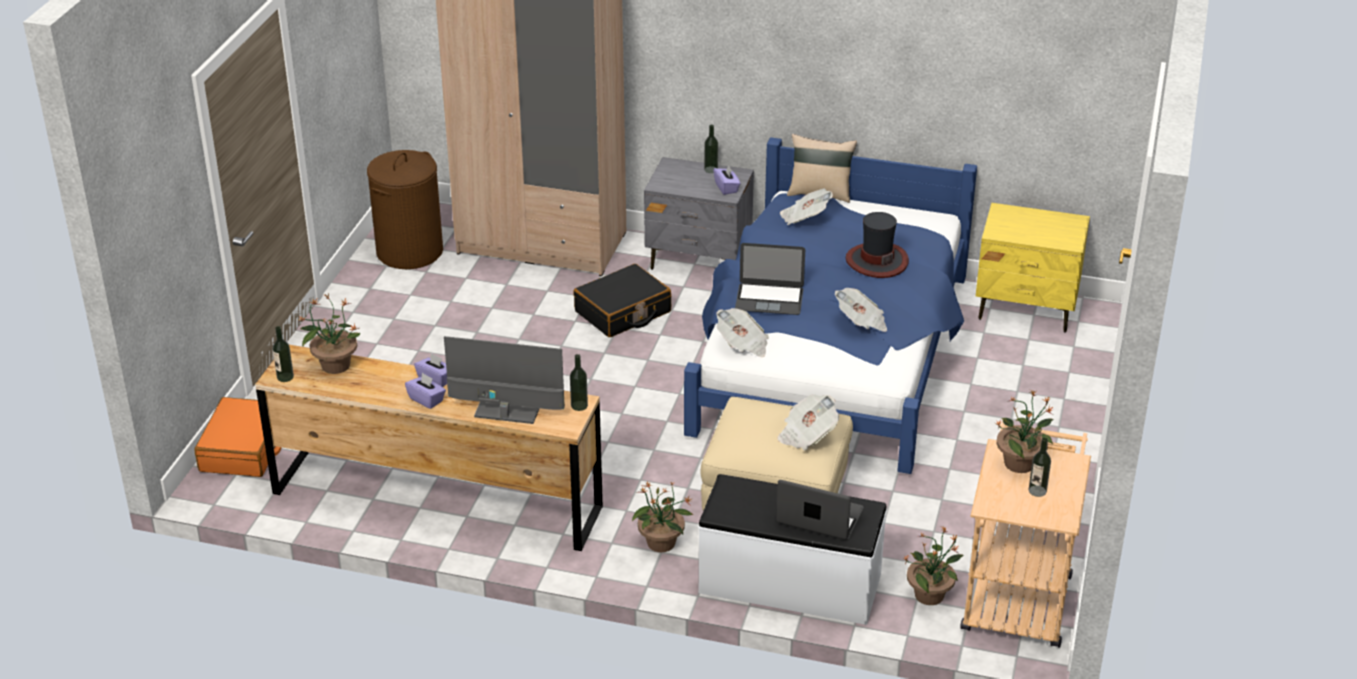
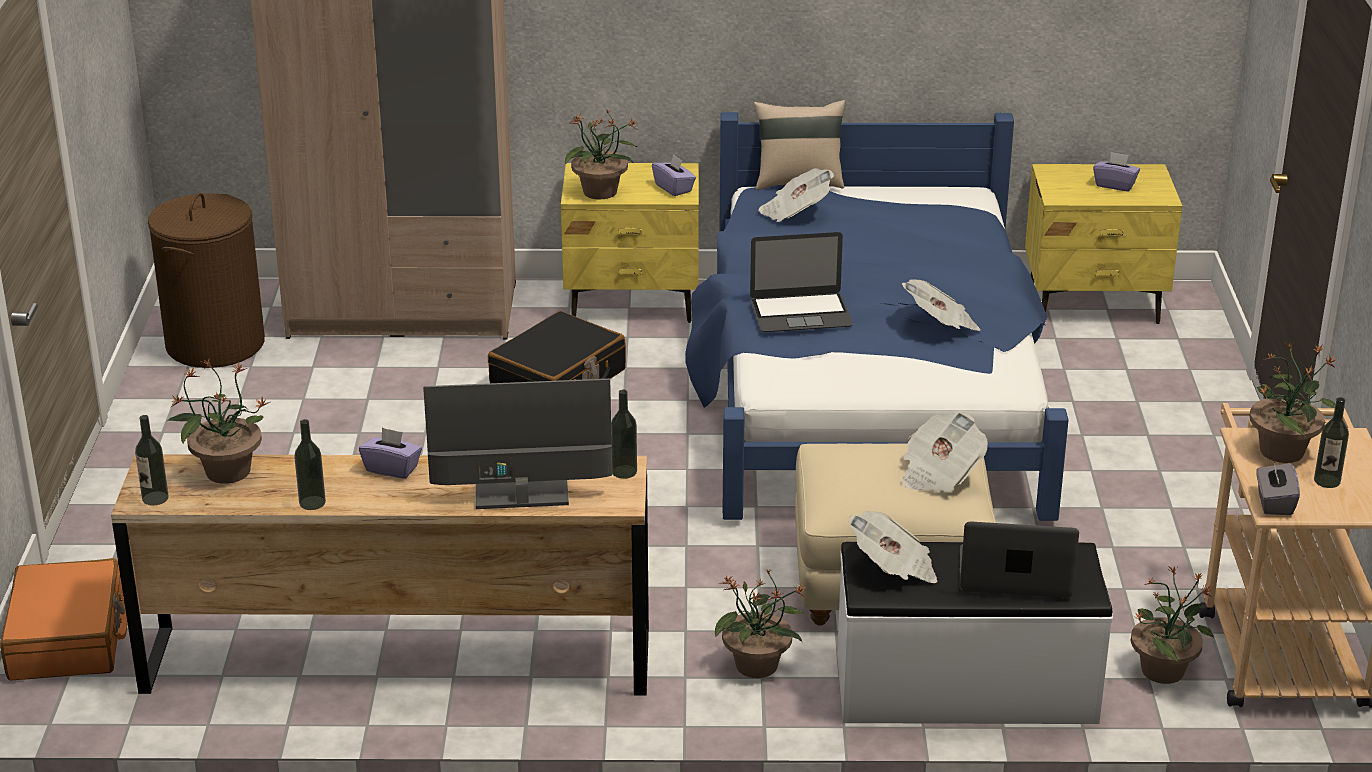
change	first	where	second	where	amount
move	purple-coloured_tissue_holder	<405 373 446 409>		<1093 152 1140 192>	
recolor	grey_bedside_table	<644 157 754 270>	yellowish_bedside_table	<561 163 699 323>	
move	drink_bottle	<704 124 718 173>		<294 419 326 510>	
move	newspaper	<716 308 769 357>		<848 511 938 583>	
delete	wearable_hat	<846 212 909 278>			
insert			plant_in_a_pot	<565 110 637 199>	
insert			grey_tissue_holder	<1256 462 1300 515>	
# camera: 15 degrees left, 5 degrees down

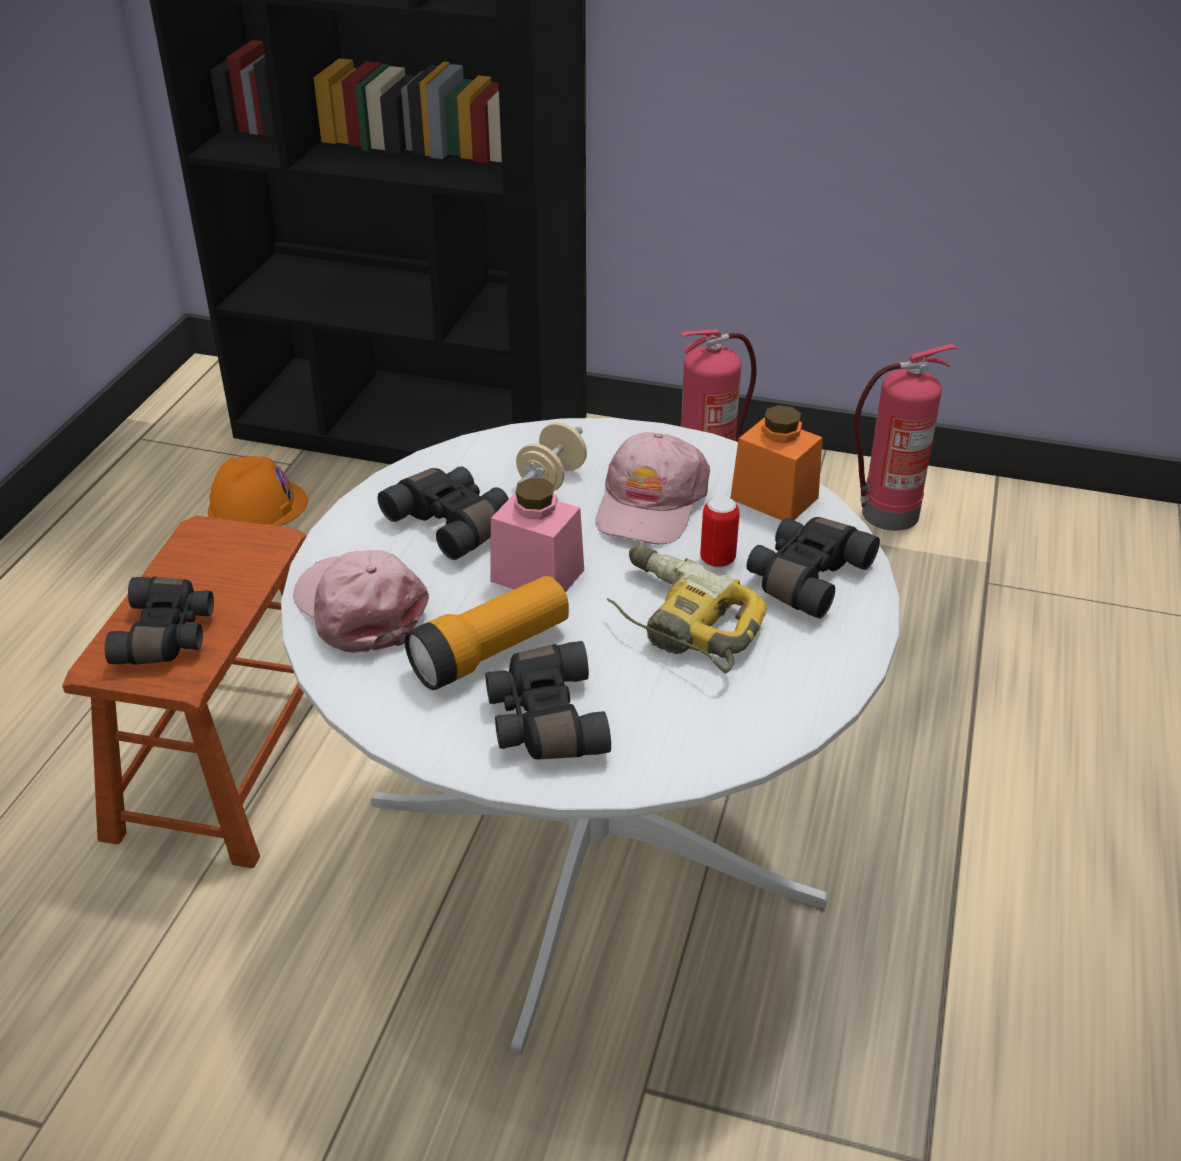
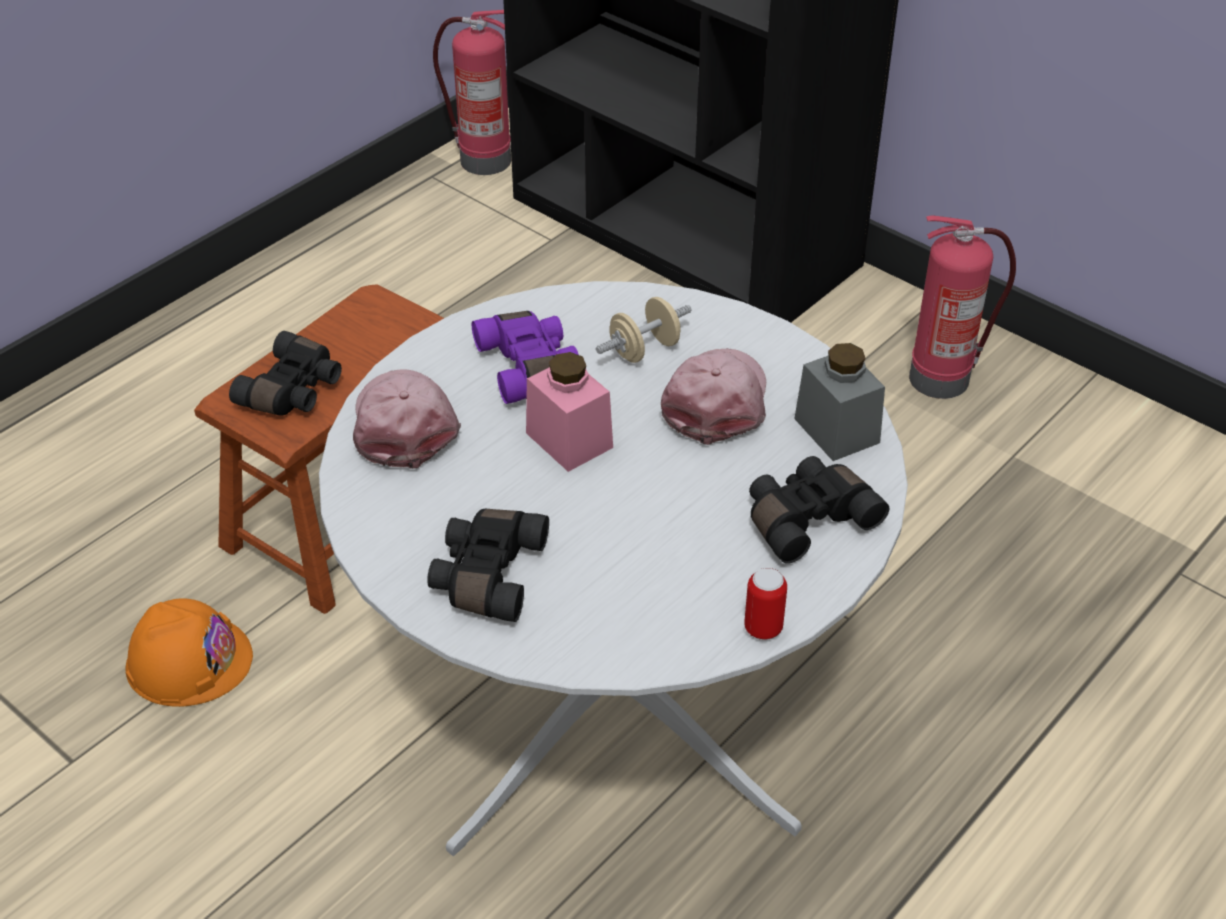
change	first	where	second	where	amount
move	orangey_hard_hat	<208 456 308 526>		<125 598 253 707>	
recolor	blackish_binoculars	<378 466 509 560>	purple-coloured_binoculars	<472 311 579 404>	
delete	flashlight	<404 576 569 690>			
rotate	pink_baseball_cap	<596 432 710 544>		<661 348 766 445>	150 degrees clockwise
delete	electric_drill	<607 545 767 673>			
move	sealed_can	<700 496 740 567>		<744 568 787 640>	
recolor	orangey_preserve_jar	<730 405 823 520>	grey_preserve_jar	<794 343 885 461>	
move	fire-fighting_cylinder	<854 344 957 531>		<433 10 511 175>	
# camera: 25 degrees right, 5 degrees up

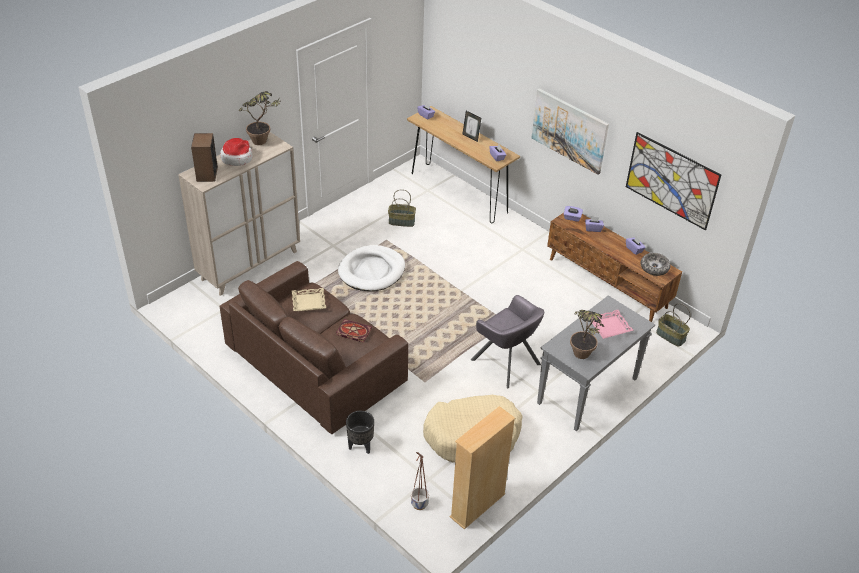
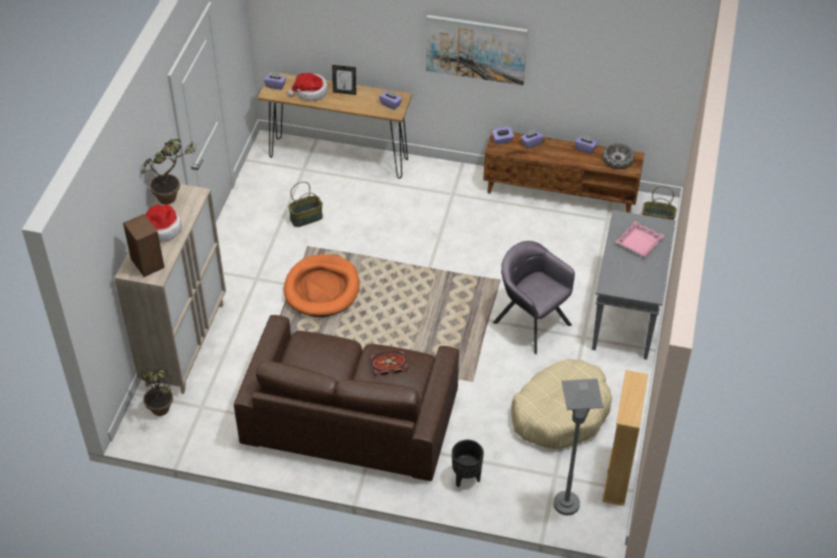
change	first	where	second	where	amount
delete	beige-coloured_serving_tray	<292 288 326 311>			
recolor	whitish_dog_cushion	<338 245 405 291>	orangey_dog_cushion	<284 254 360 317>	
replace	plant_pot	<411 452 429 510>	grey_standard_lamp	<553 379 603 515>	
rotate	grey_armchair	<471 295 544 388>		<493 241 575 354>	150 degrees counterclockwise
move	plant_in_a_pot	<570 310 604 359>		<137 369 173 416>	
delete	wall_art	<626 132 722 231>			
insert			wearable_hat	<288 73 328 101>	
# camera: 30 degrees left, 5 degrees up

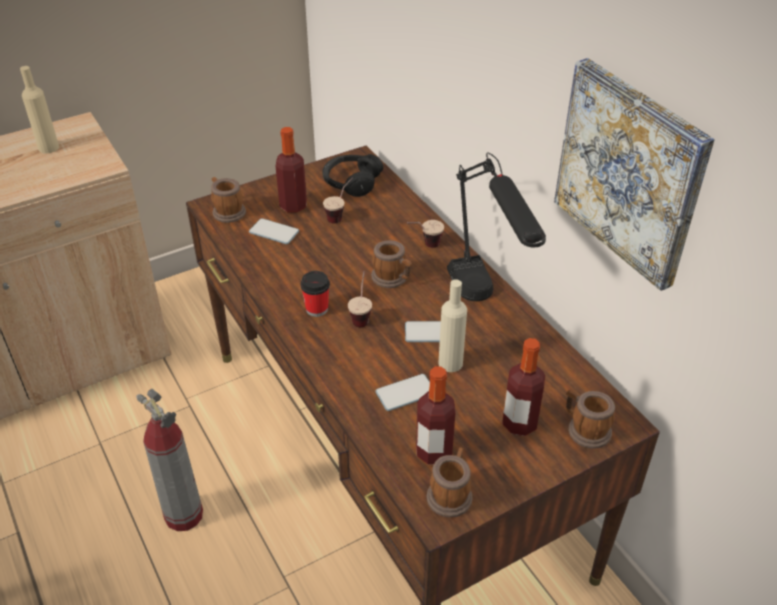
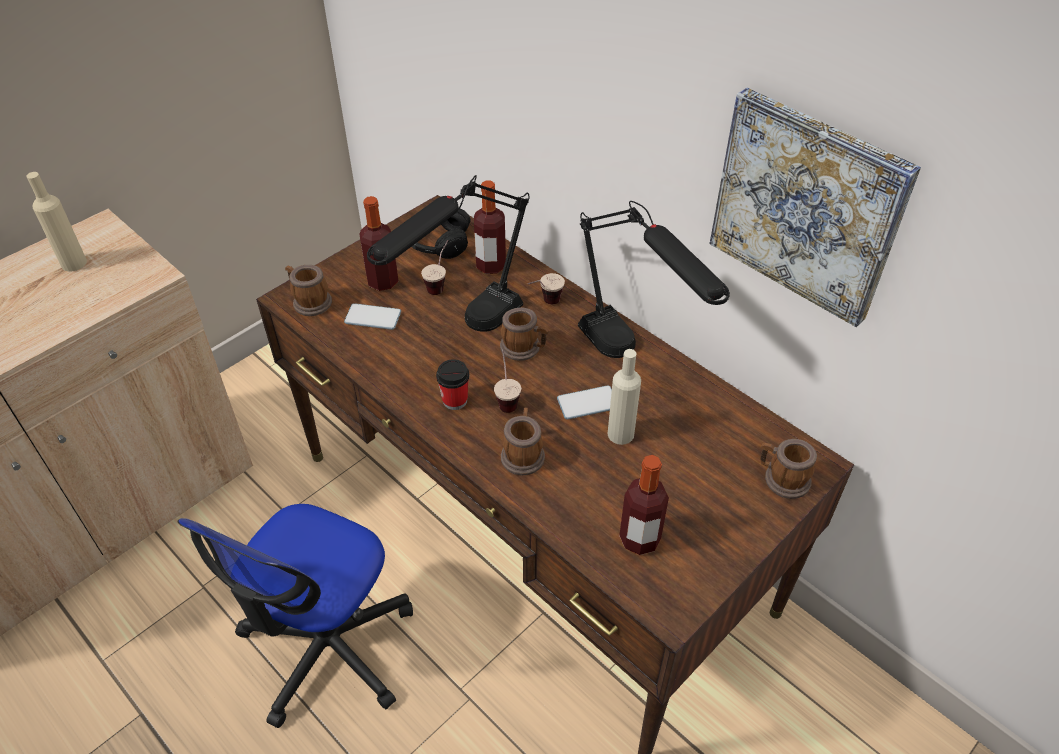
change	first	where	second	where	amount
replace	fire-fighting_cylinder	<136 388 203 531>	computer_chair	<178 504 413 728>	
delete	phone	<375 374 430 411>			
move	mug	<426 447 473 518>		<501 407 545 475>	
move	drink_bottle	<502 338 545 436>		<474 180 506 274>	
insert			blackish_tabletop_lamp	<367 175 529 332>	
# camera: 15 degrees left, 5 degrees up

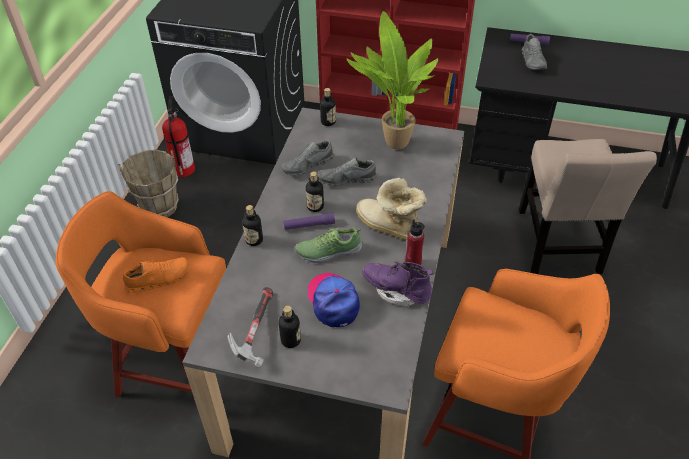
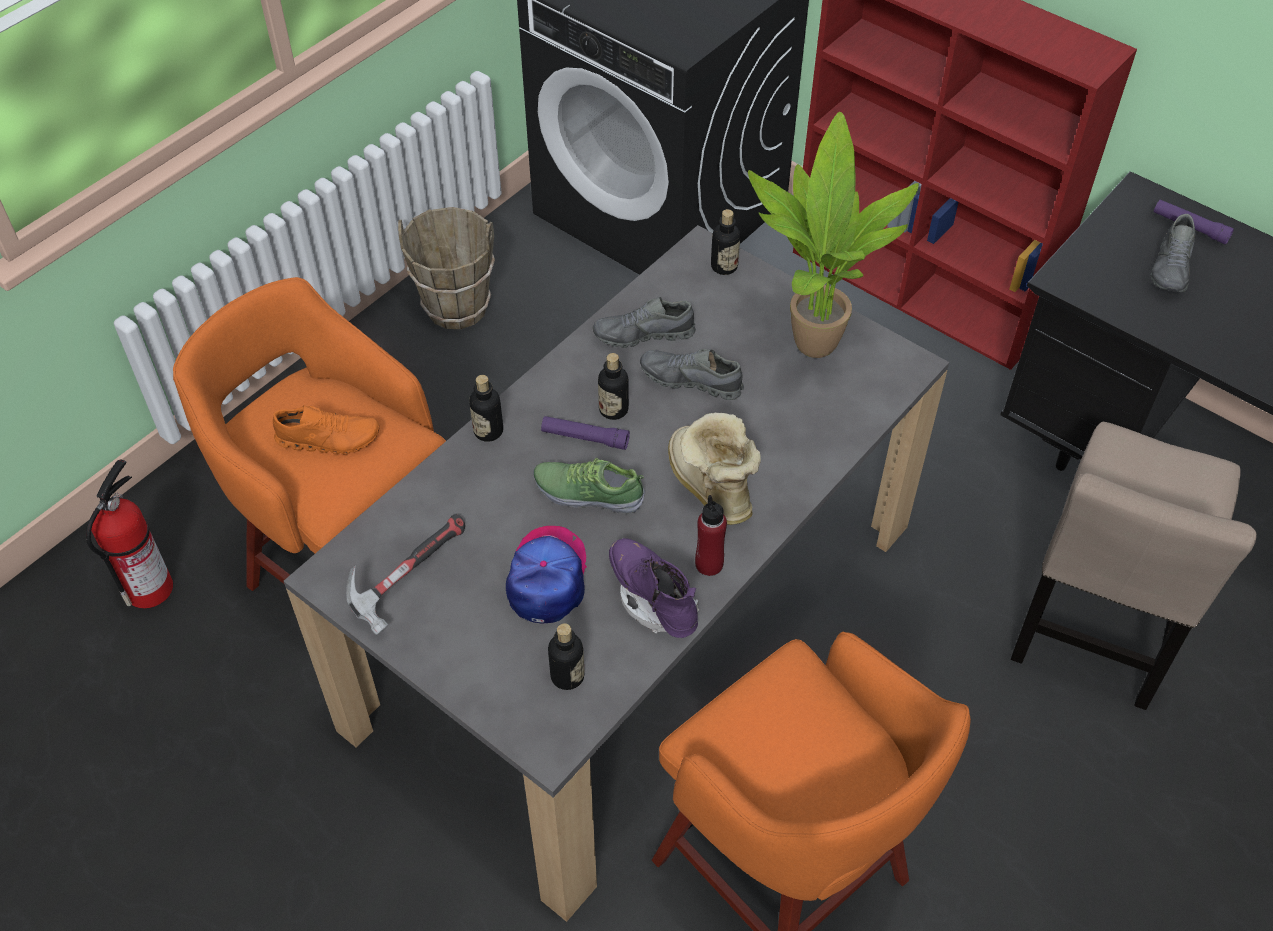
change	first	where	second	where	amount
move	fire-fighting_cylinder	<162 96 195 177>		<86 460 173 608>	
move	drink_bottle	<279 306 301 348>		<548 623 585 690>	
# camera: 25 degrees right, 5 degrees up

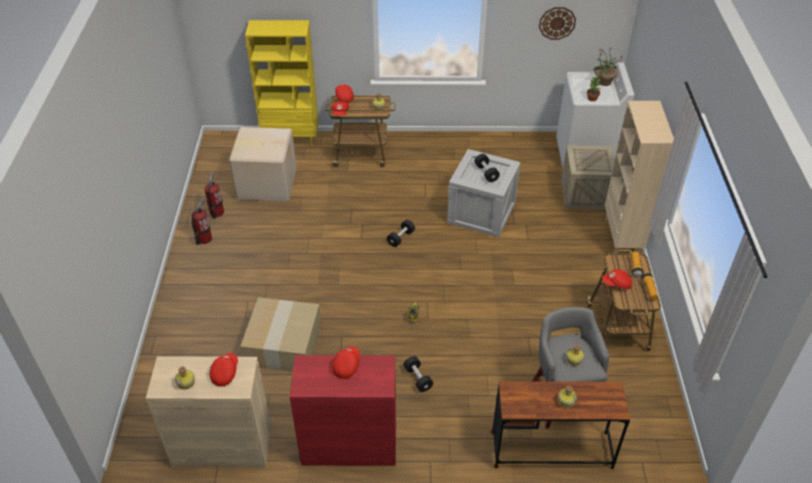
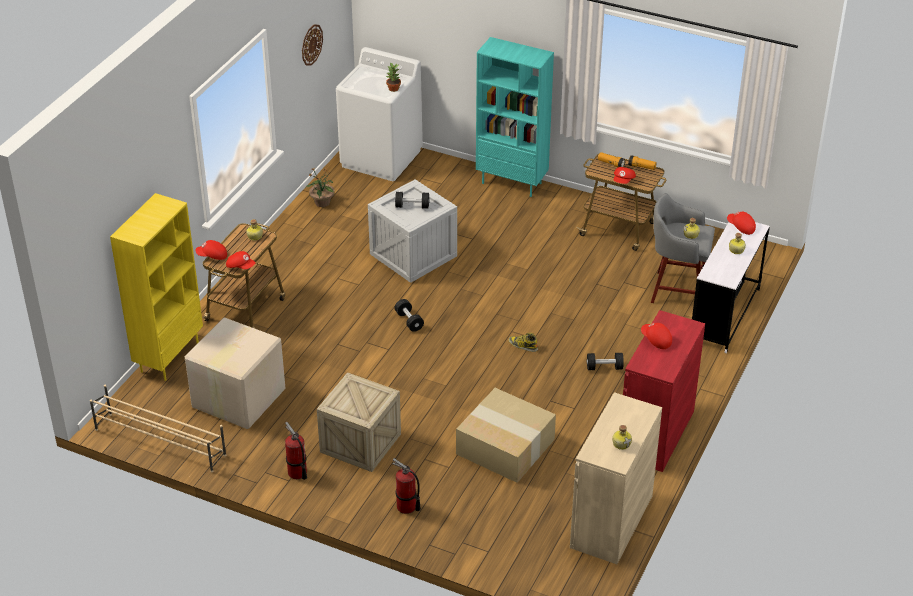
change	first	where	second	where	amount
move	fire-fighting_cylinder	<205 172 224 219>		<393 458 421 514>	
move	red-coloured_baseball_cap	<210 353 238 387>		<727 212 756 235>	
recolor	brown_desk_unit	<491 381 630 469>	whitish_desk_unit	<692 222 770 353>	
move	packing_crate	<561 145 615 210>		<317 372 401 472>	
move	plant_in_a_pot	<592 48 623 86>		<305 168 334 207>	
recolor	beige-coloured_shelving_unit	<605 101 674 254>	turquoise-coloured_shelving_unit	<476 37 554 197>	
insert			beige-coloured_shoe_shelf	<90 384 226 473>	
# camera: 65 degrees left, 5 degrees down

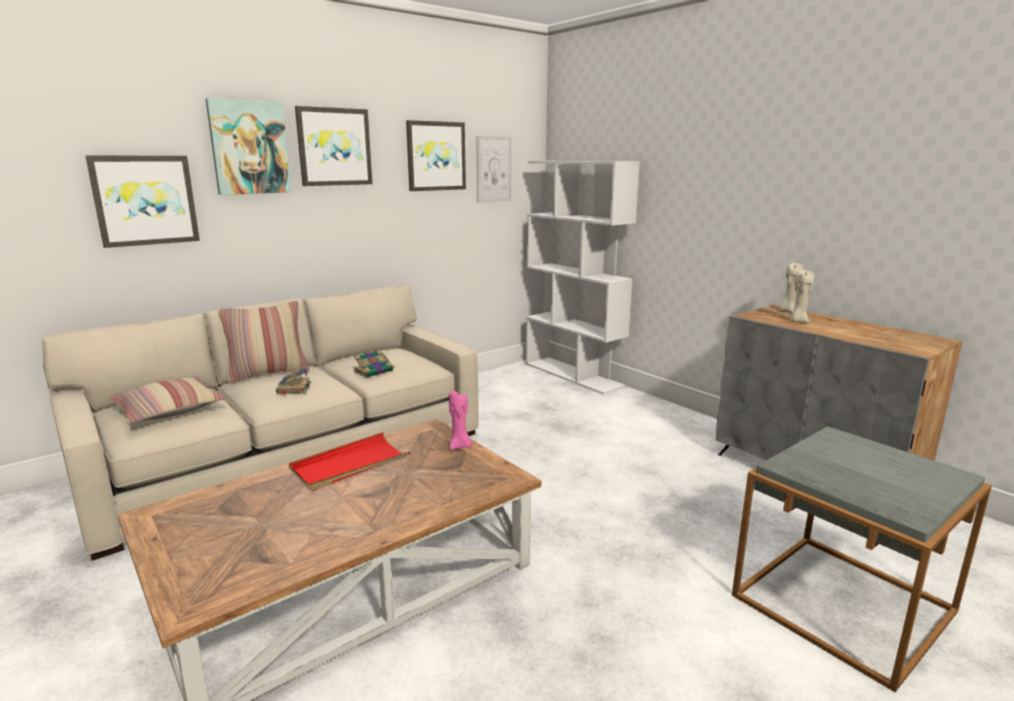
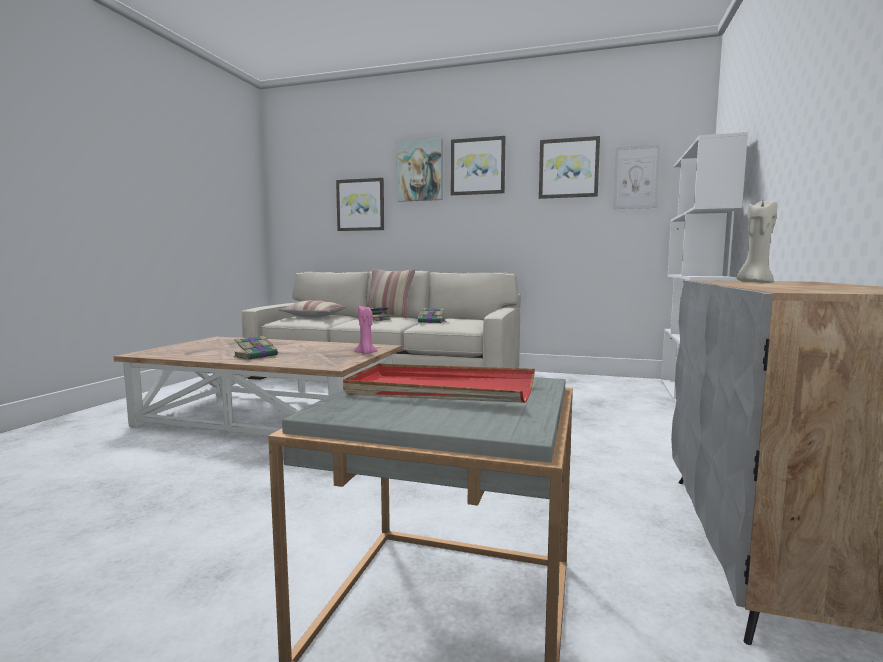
change	first	where	second	where	amount
move	red-coloured_serving_tray	<289 432 410 491>		<343 363 535 403>	
delete	beige-coloured_wax_light	<779 262 803 312>			
insert			volume	<234 336 279 360>	
# camera: 55 degrees right, 10 degrees down

